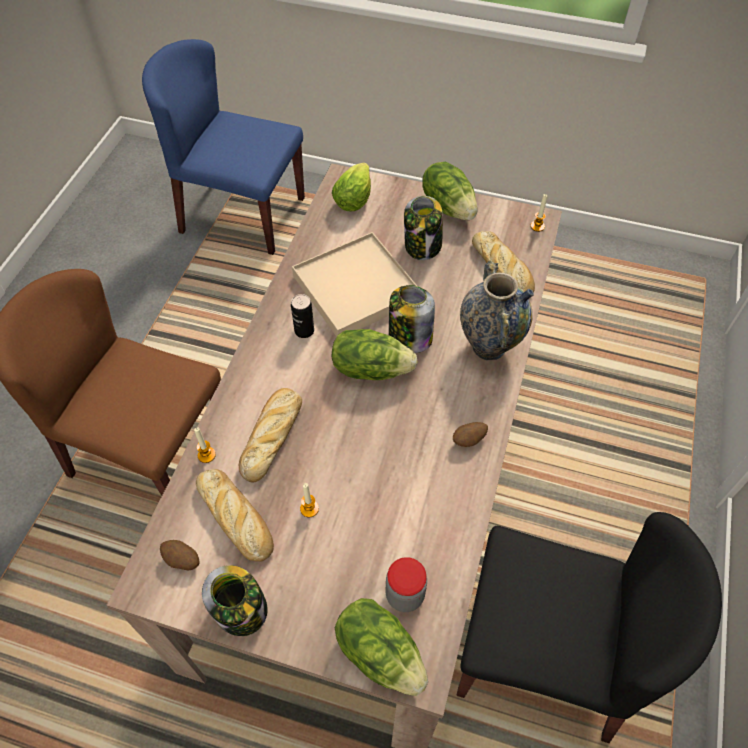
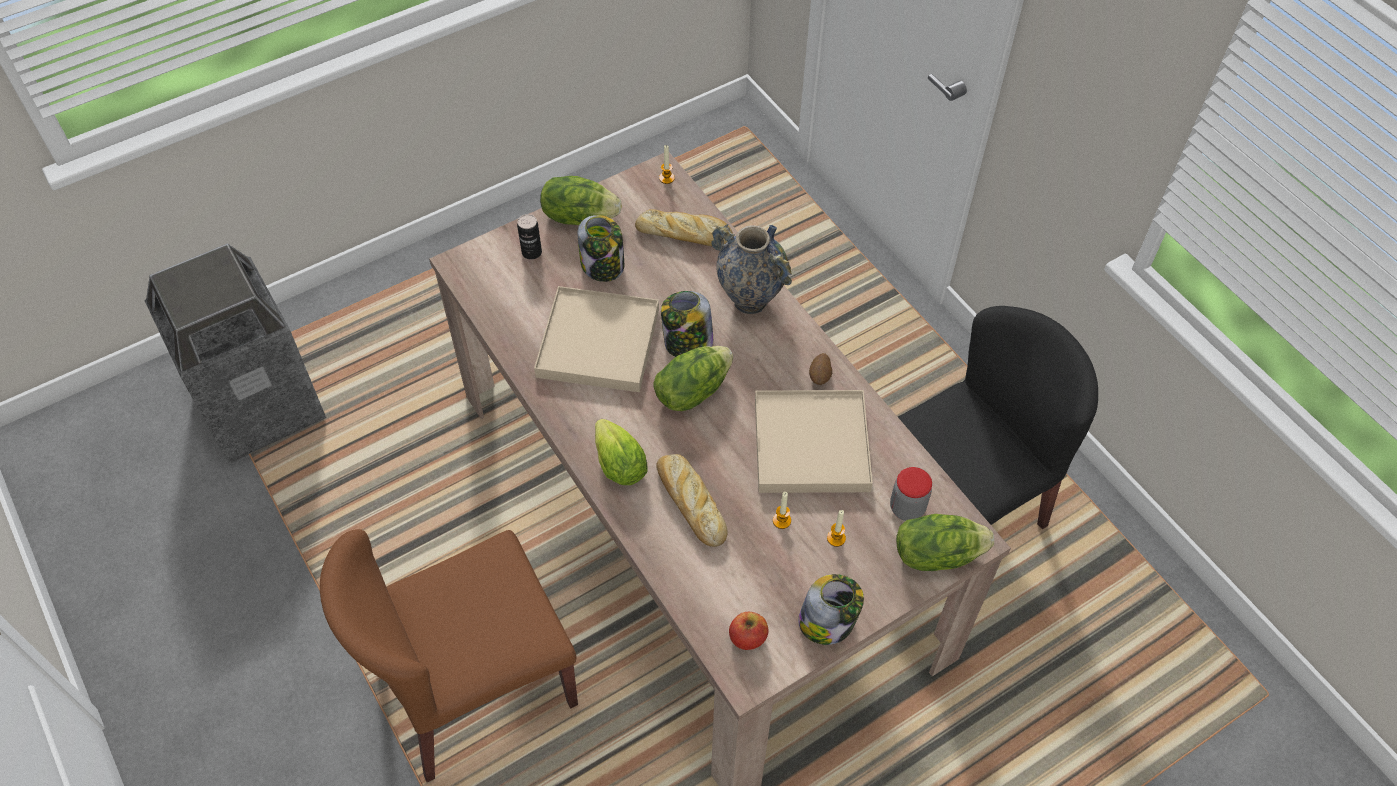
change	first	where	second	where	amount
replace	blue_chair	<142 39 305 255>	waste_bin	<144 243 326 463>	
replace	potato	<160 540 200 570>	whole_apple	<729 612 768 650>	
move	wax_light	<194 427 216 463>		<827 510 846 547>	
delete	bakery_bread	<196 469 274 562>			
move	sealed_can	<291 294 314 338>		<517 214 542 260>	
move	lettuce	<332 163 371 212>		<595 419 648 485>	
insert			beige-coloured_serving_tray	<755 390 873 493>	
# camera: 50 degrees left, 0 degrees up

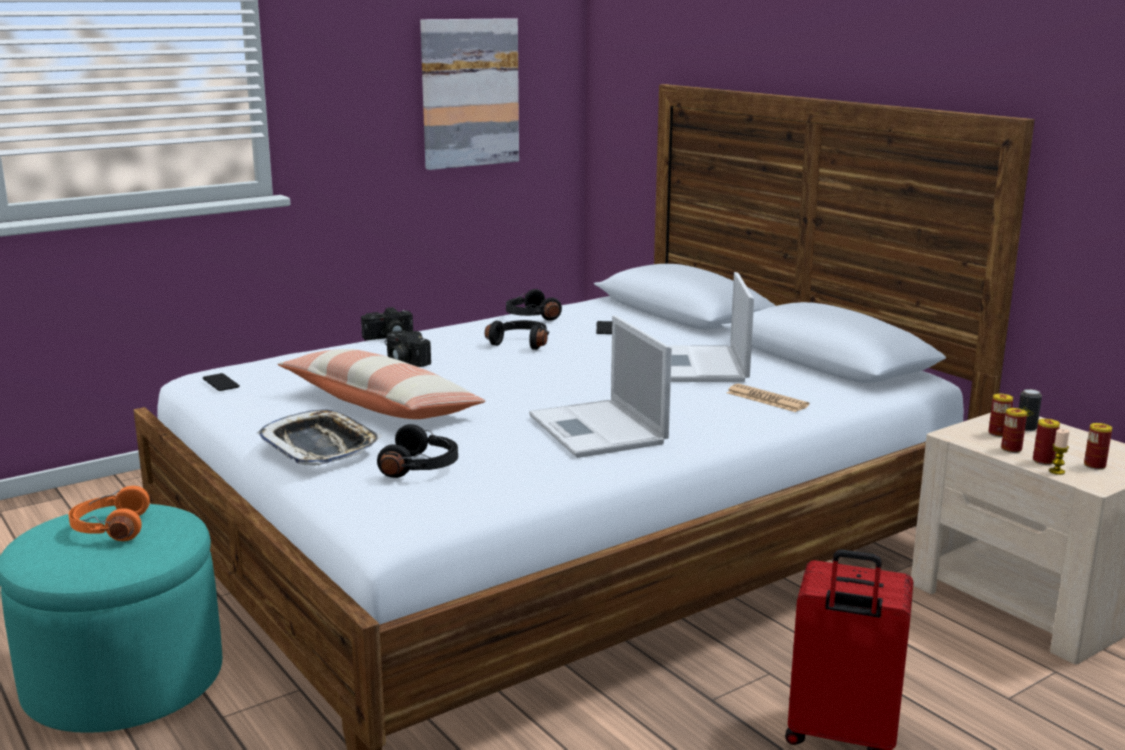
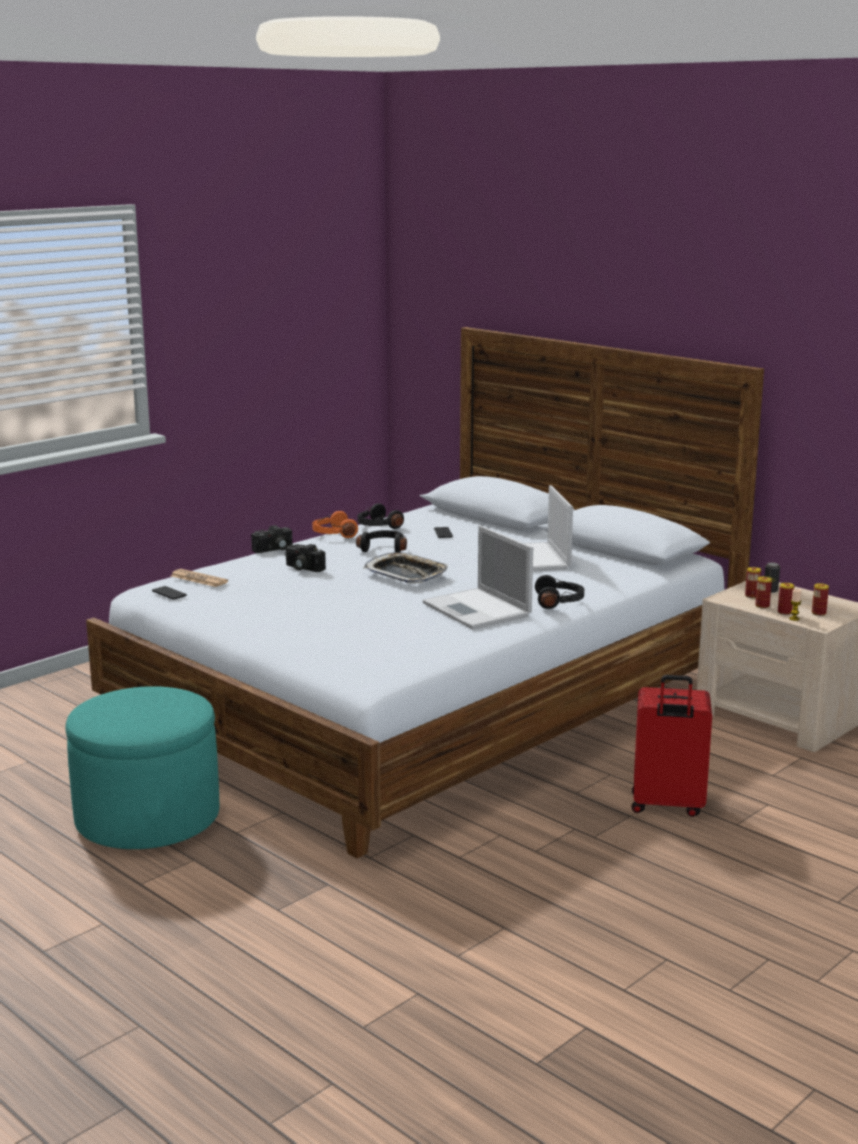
change	first	where	second	where	amount
move	orangey_headset	<68 486 150 541>		<312 511 358 538>	
move	serving_tray	<257 409 382 466>		<363 552 448 583>	
delete	pillow	<278 349 485 419>			
move	blackish_headset	<377 424 458 478>		<535 575 584 609>	
delete	wall_art	<420 18 519 170>			
move	newspaper	<727 384 809 412>		<171 569 228 587>	
# camera: 10 degrees left, 0 degrees up

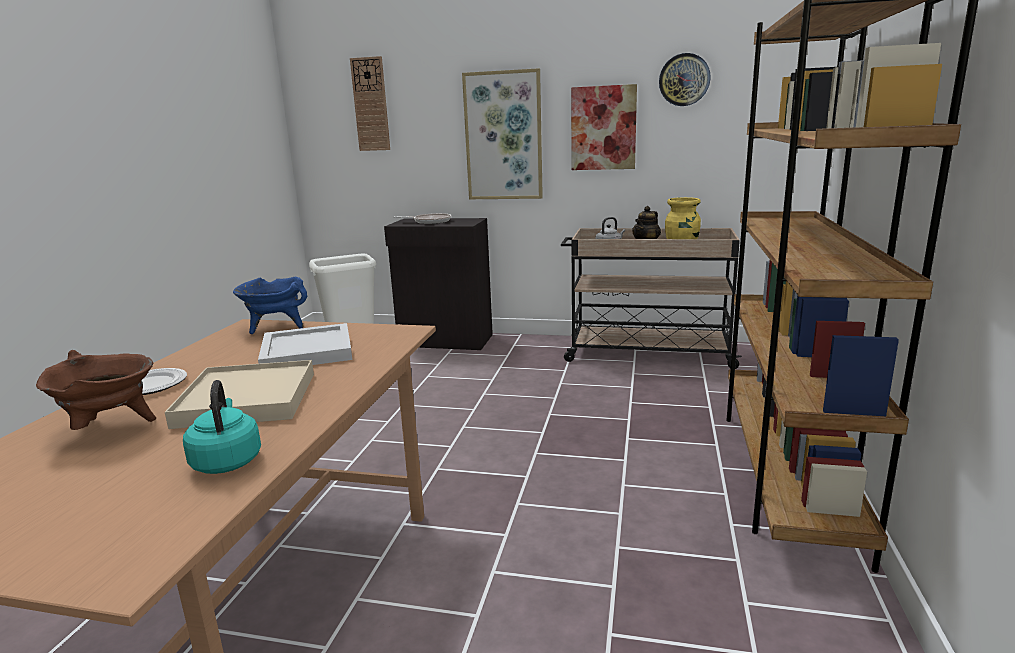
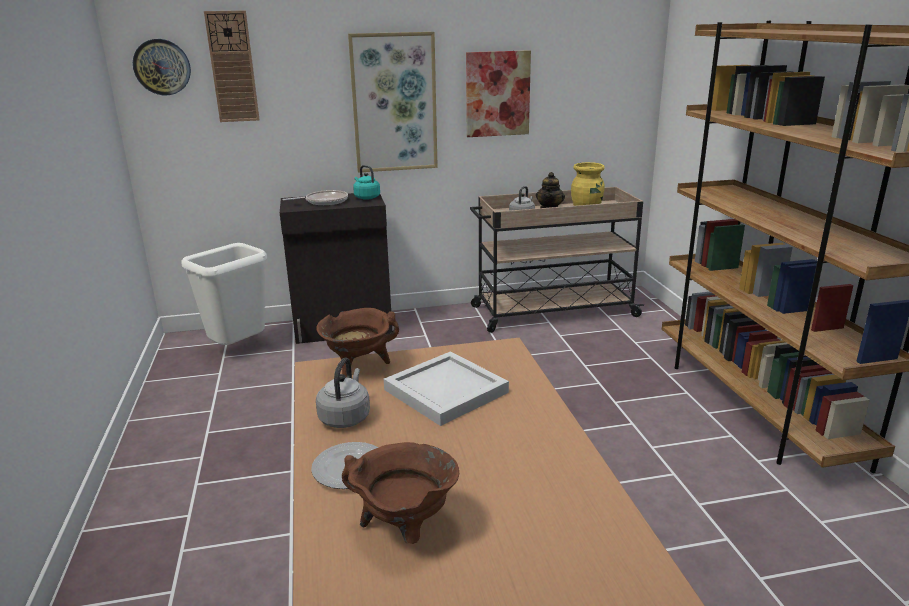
change	first	where	second	where	amount
delete	beige-coloured_serving_tray	<165 360 314 429>			
move	turquoise-coloured_water_kettle	<183 380 261 474>		<353 165 380 200>	
recolor	blue_saucepot	<233 276 307 334>	brown_saucepot	<317 308 399 377>	
move	wall_clock	<659 53 711 106>		<133 39 191 95>	
insert			grey_water_kettle	<316 358 370 428>	
# camera: 25 degrees left, 5 degrees up

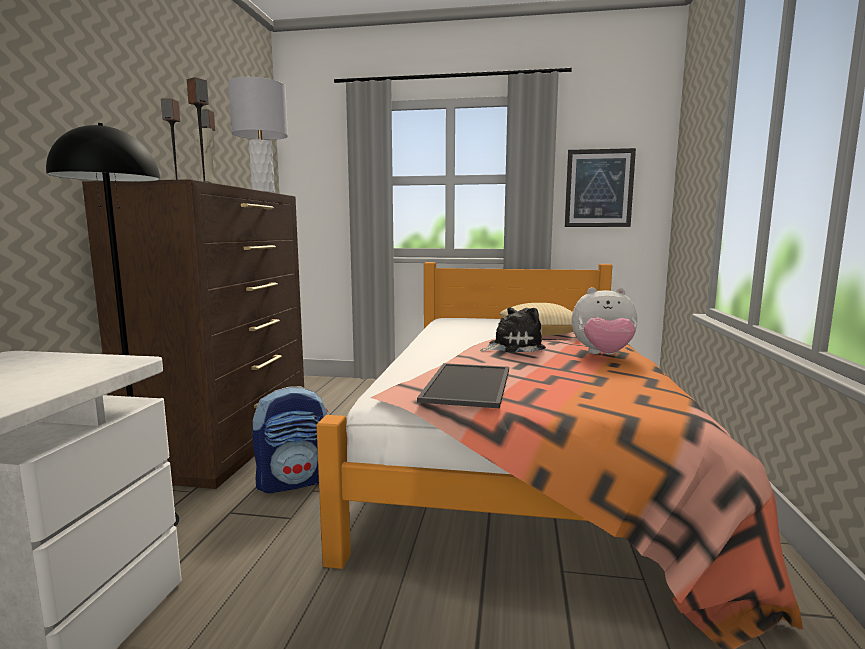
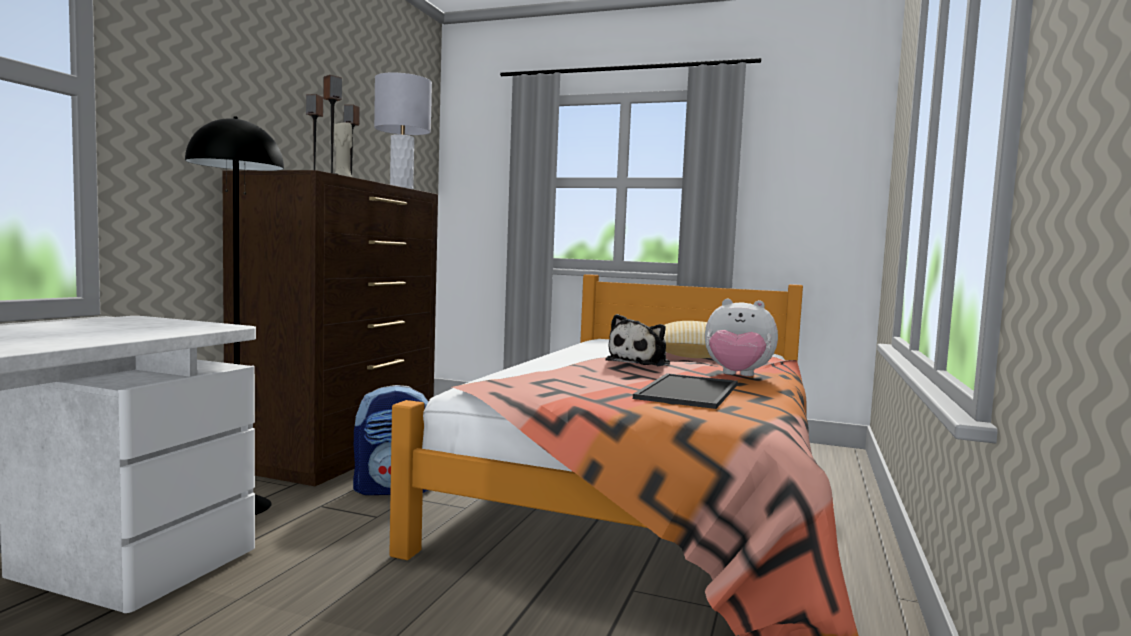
change	first	where	second	where	amount
move	serving_tray	<417 363 509 408>		<633 373 738 409>	
rotate	cuddly_toy	<480 307 546 352>		<606 314 670 366>	135 degrees clockwise
delete	wall_art	<565 148 636 227>			
# camera: 10 degrees right, 5 degrees down

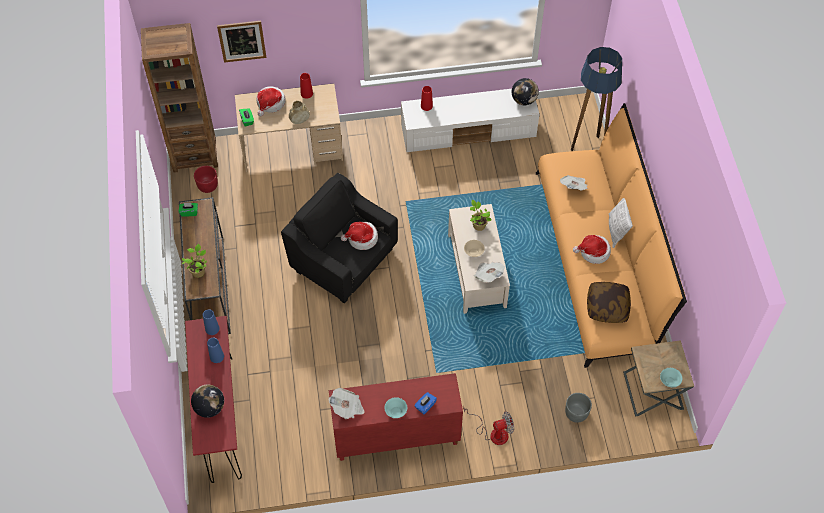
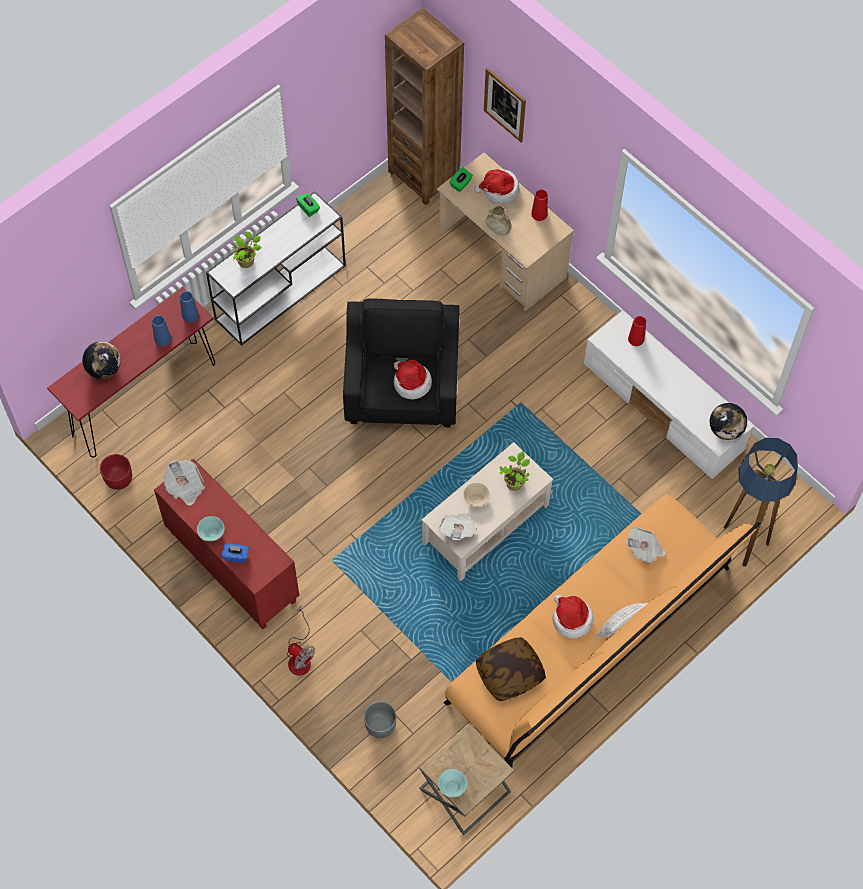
change	first	where	second	where	amount
recolor	brown_narrow_table	<179 197 231 334>	whitish_narrow_table	<206 191 346 346>	
move	red-coloured_plant_pot	<194 166 218 193>		<100 454 132 490>	
# camera: 55 degrees right, 5 degrees up

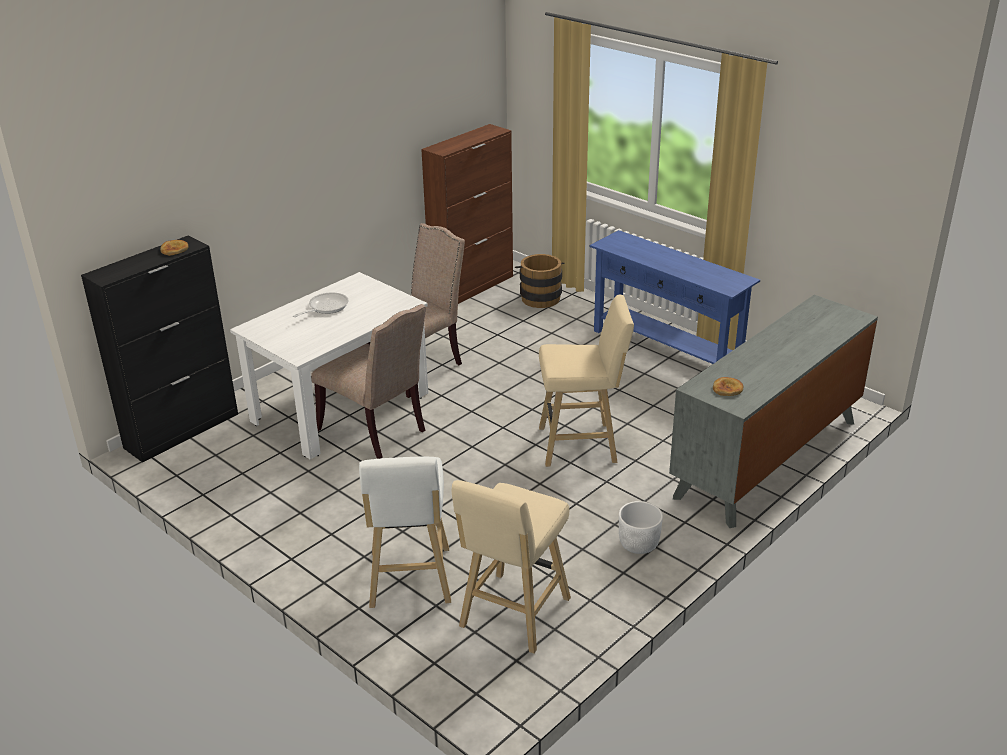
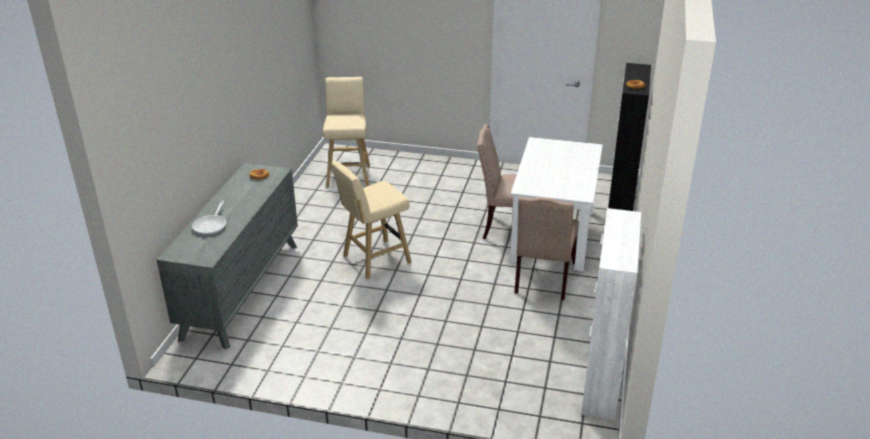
change	first	where	second	where	amount
move	skillet	<293 292 349 317>		<192 201 226 235>	
delete	whitish_sitting_stool	<359 456 451 608>			
recolor	brown_storage_cabinet	<421 124 513 304>	whitish_storage_cabinet	<581 208 641 420>	
delete	brown_bucket	<515 254 565 308>			
delete	blue_narrow_table	<590 230 760 364>			
delete	whitish_plant_pot	<619 501 663 554>			
# camera: 150 degrees right, 0 degrees up

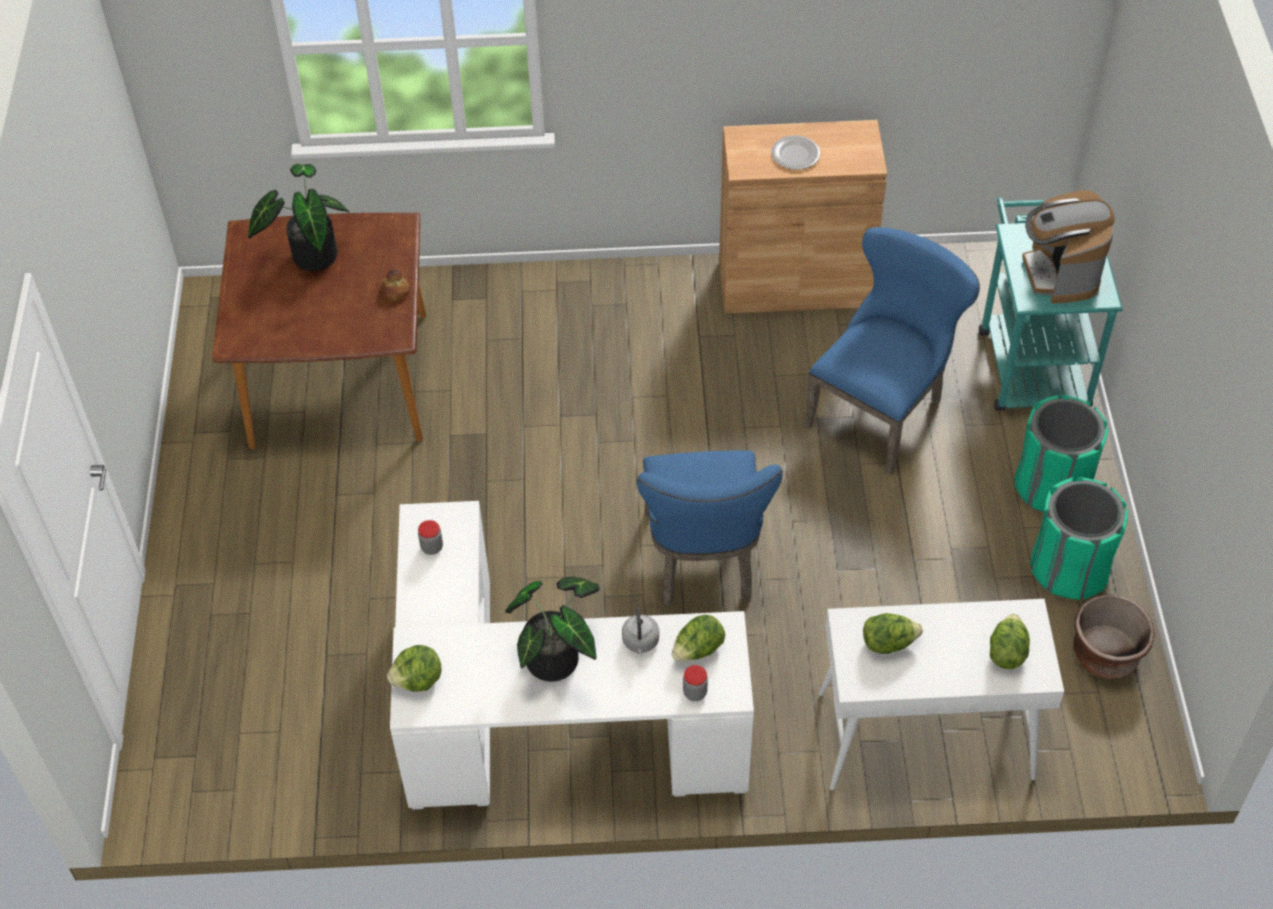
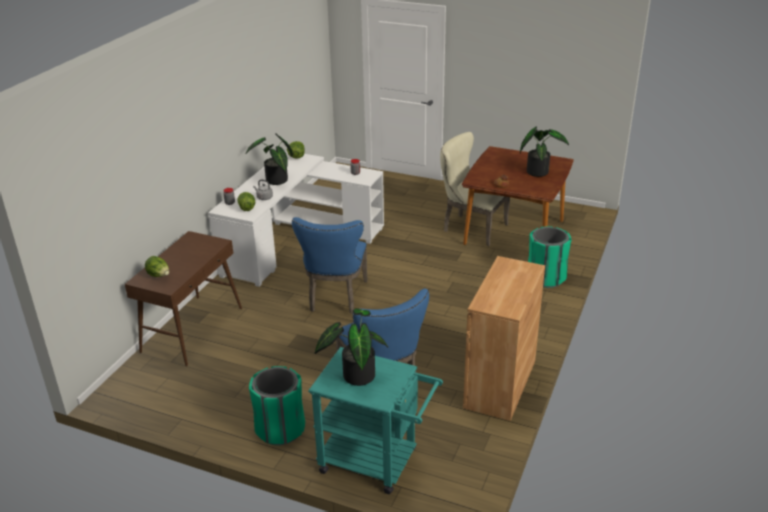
change	first	where	second	where	amount
rotate	blue_chair	<637 450 783 606>		<292 217 368 314>	105 degrees counterclockwise
delete	flat_dish	<771 135 820 170>			
recolor	whitish_narrow_table	<818 599 1064 790>	brown_narrow_table	<125 231 242 366>	
delete	lettuce	<863 613 923 654>			
replace	coffee_brewer	<1022 190 1115 303>	plant_in_a_pot	<315 308 388 386>	
move	green_waste_bin	<1030 477 1128 600>		<528 227 571 288>	
delete	brown_plant_pot	<1073 594 1155 679>			
insert			beige-coloured_chair	<440 132 510 246>	
# camera: 115 degrees right, 20 degrees down

